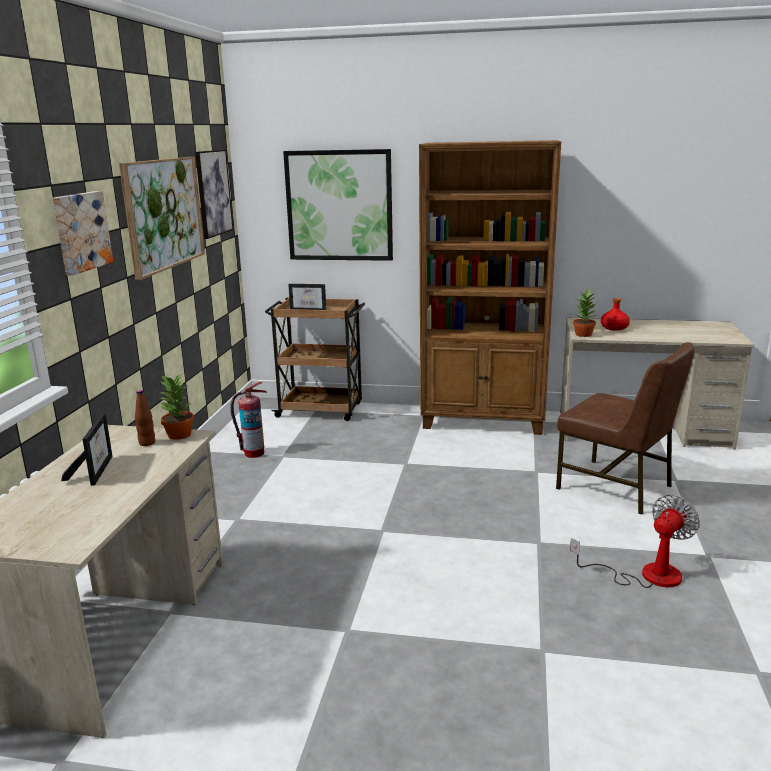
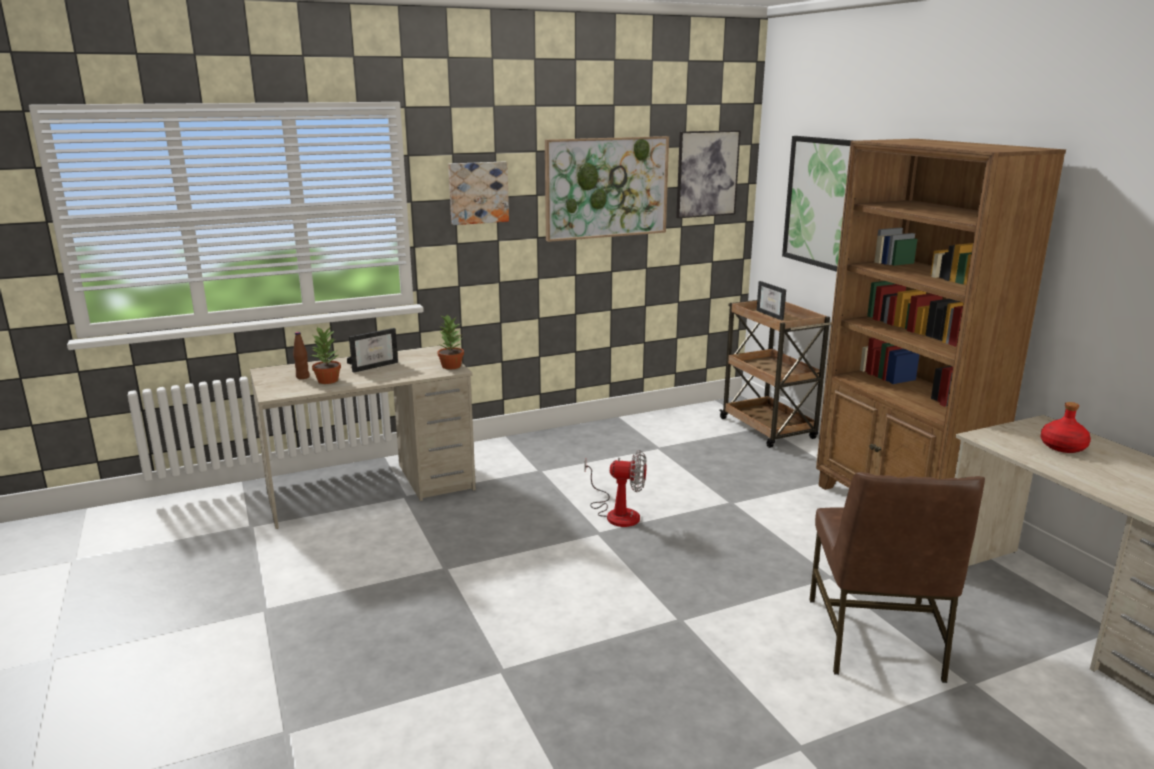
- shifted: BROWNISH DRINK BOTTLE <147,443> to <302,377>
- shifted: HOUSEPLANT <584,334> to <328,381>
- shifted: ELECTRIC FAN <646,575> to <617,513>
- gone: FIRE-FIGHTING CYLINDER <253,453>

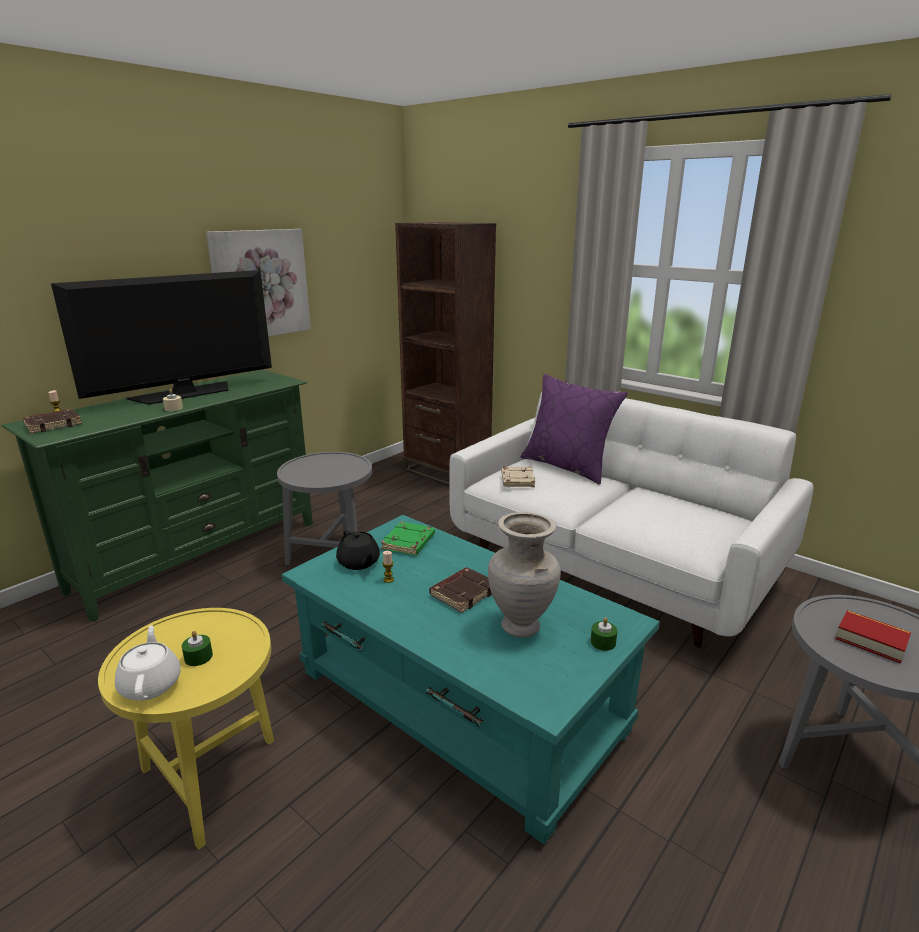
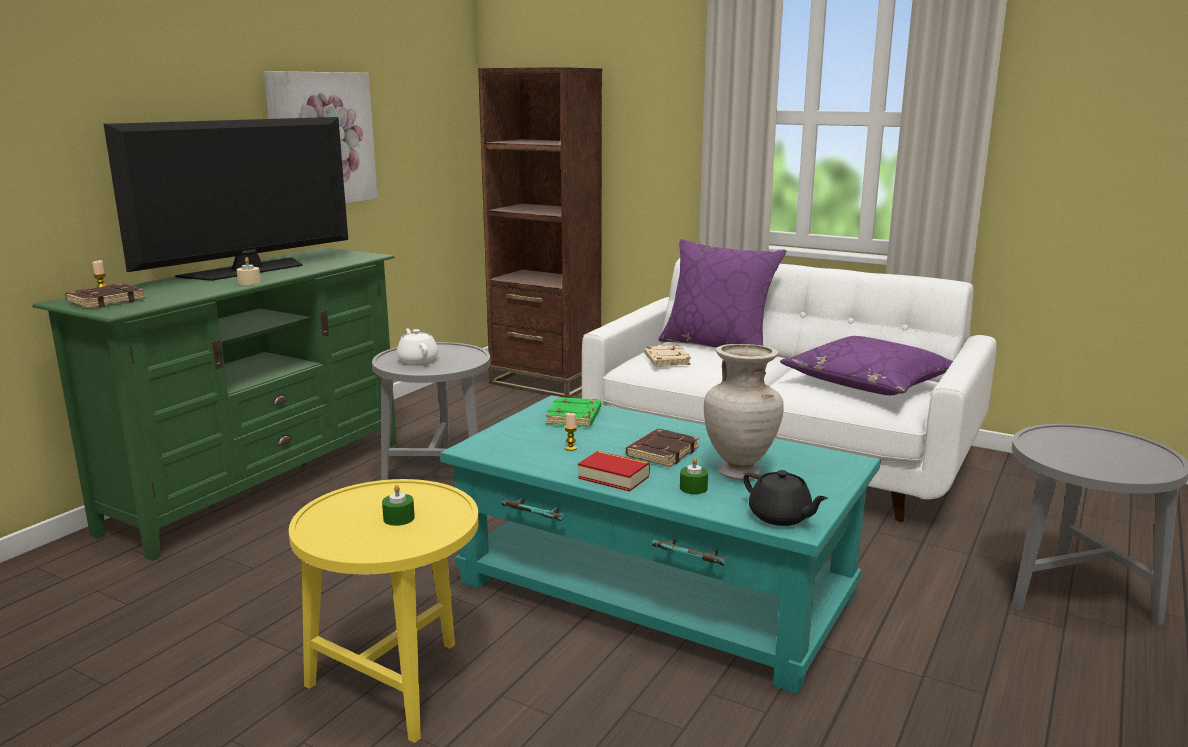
- shifted: WHITISH POT FOR TEA <151,684> to <418,360>
- shifted: VOLUME <871,641> to <613,477>
- shifted: GREEN WAX CANDLE <603,642> to <693,488>
- shifted: BLACKISH POT FOR TEA <358,563> to <780,517>
- new: PURPLE THROW PILLOW <869,382>

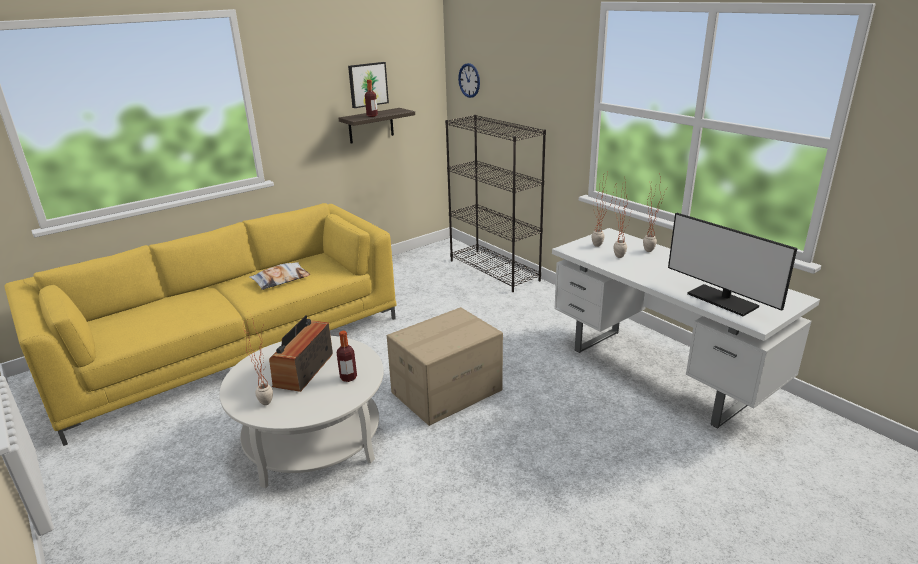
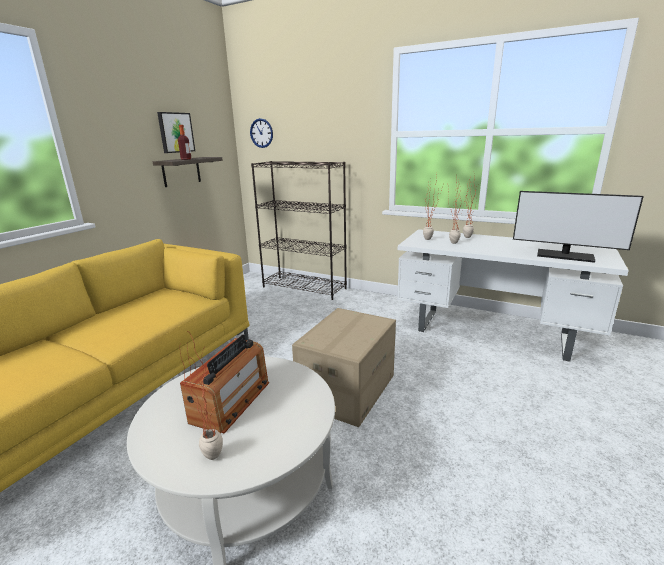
- rotated: RADIO SET <303,370> = <231,401> 150 degrees counterclockwise
- gone: THROW PILLOW <281,280>
- gone: DRINK BOTTLE <348,377>

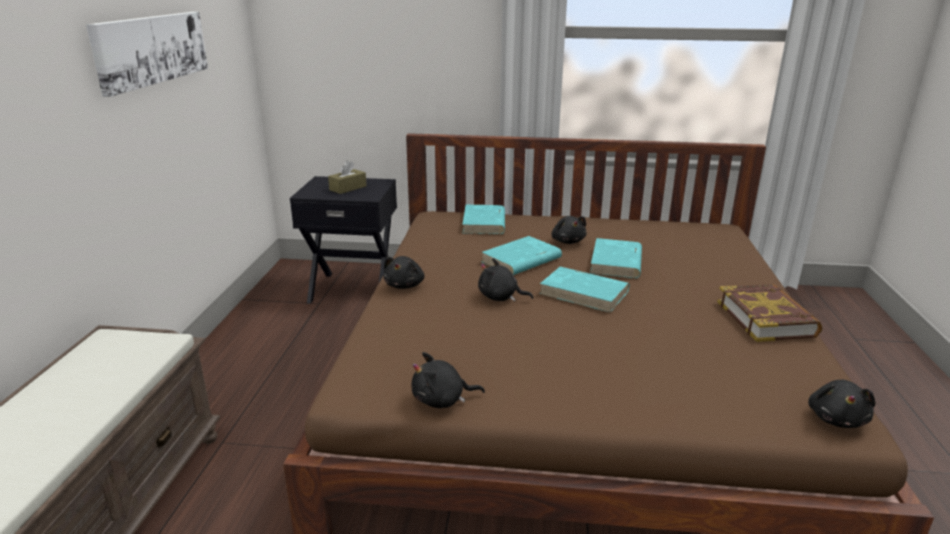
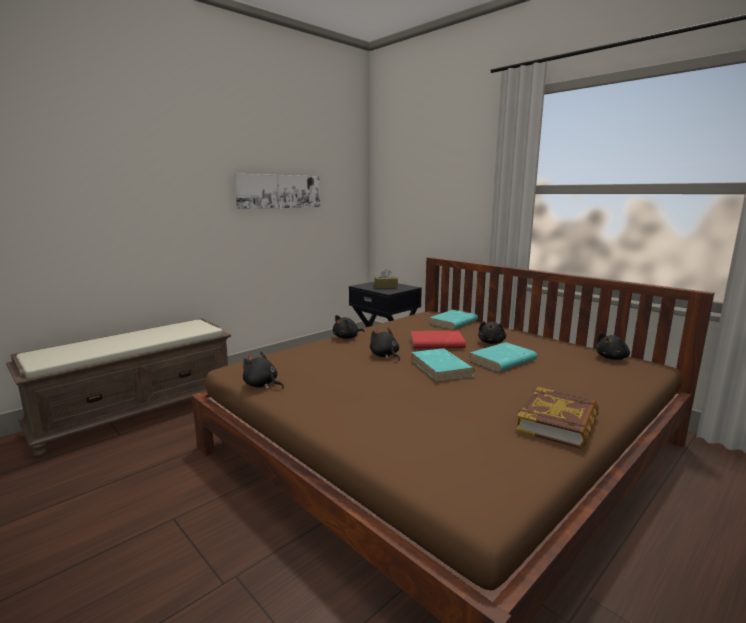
- repainted: TURQUOISE VOLUME <520,260> to REDDISH VOLUME <436,343>
- shifted: BLACKISH SOFT TOY <836,418> to <612,358>

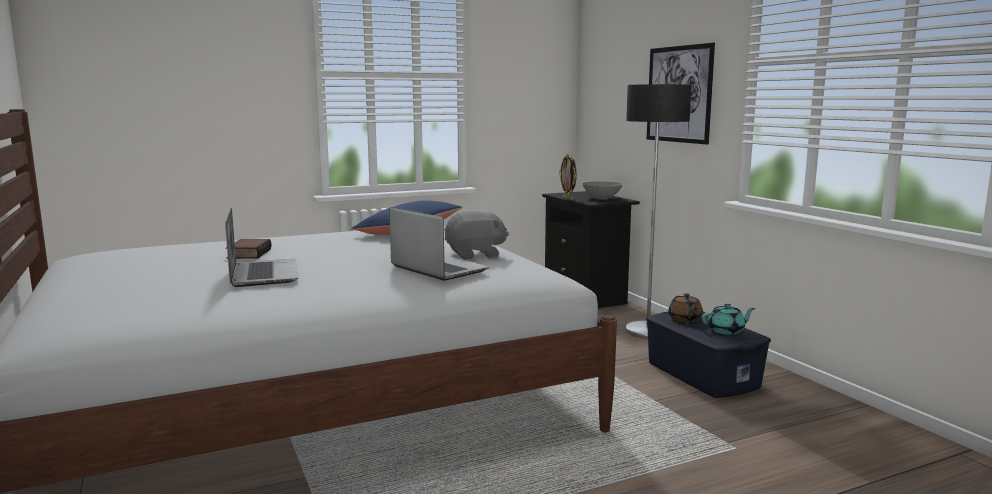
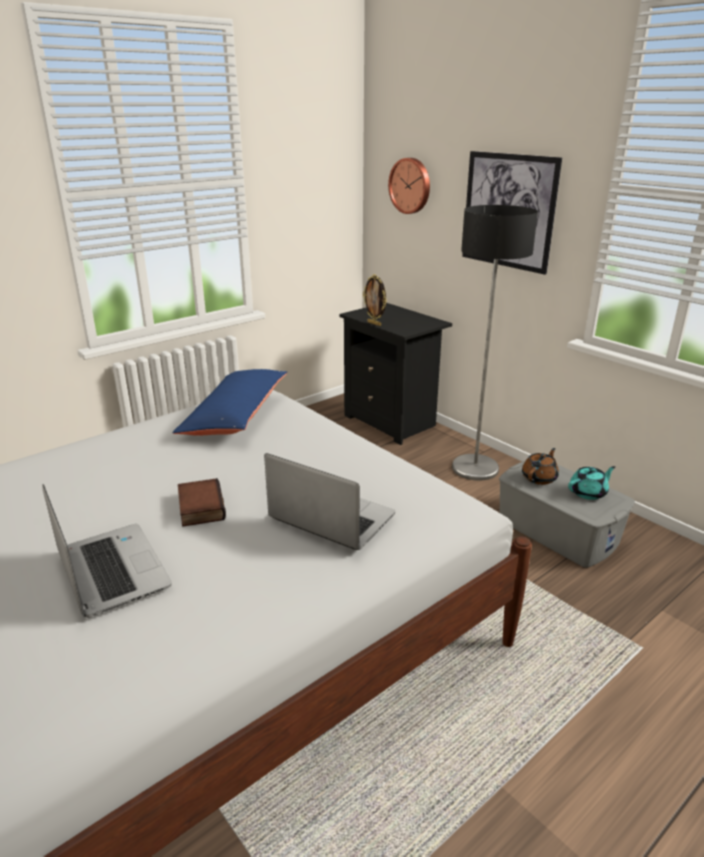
- shifted: VOLUME <248,253> to <199,507>
- new: CLOCK ON THE WALL <411,185>
- repainted: BLUISH STORAGE BOX <702,374> to GRAY STORAGE BOX <557,531>
- rotated: BROWNISH POT FOR TEA <685,319> = <539,478> 120 degrees counterclockwise
- gone: GRAY SOFT TOY <475,255>
- gone: GRAY DEEP DISH <601,198>

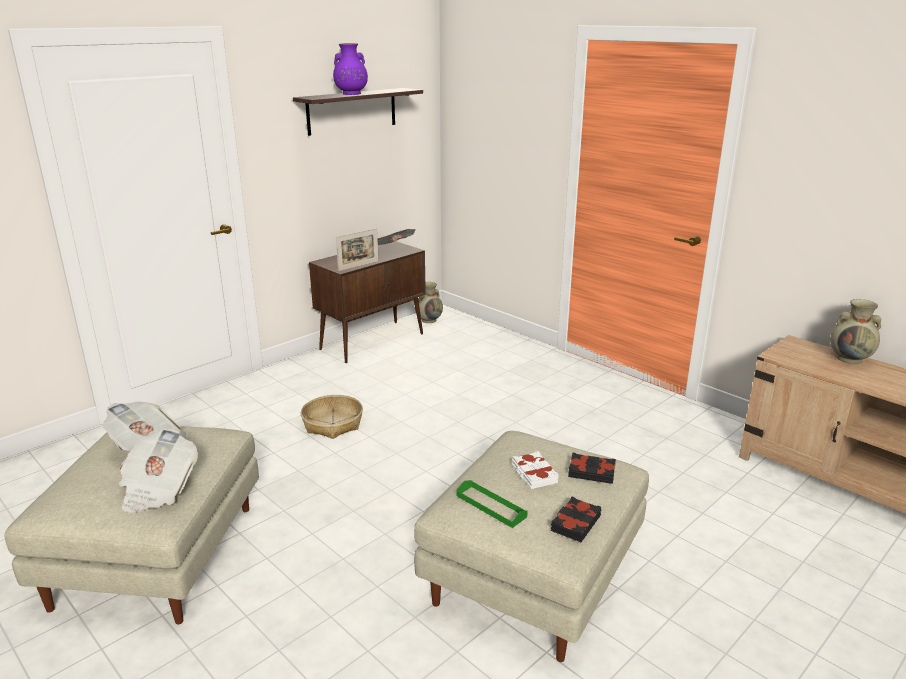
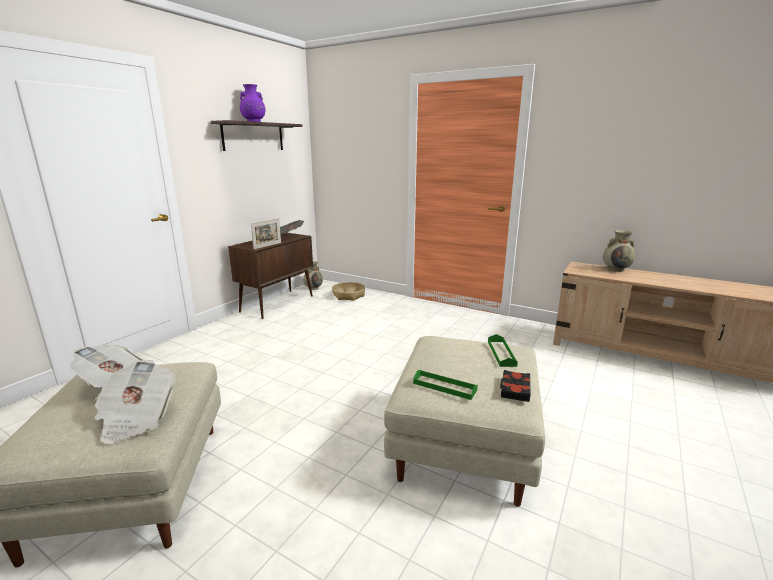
- shifted: STORAGE BASKET <333,424> to <349,295>
- swapped: BLACKISH VOLUME <591,472> to GREEN TRAY <501,353>
- gone: WHITISH VOLUME <533,474>

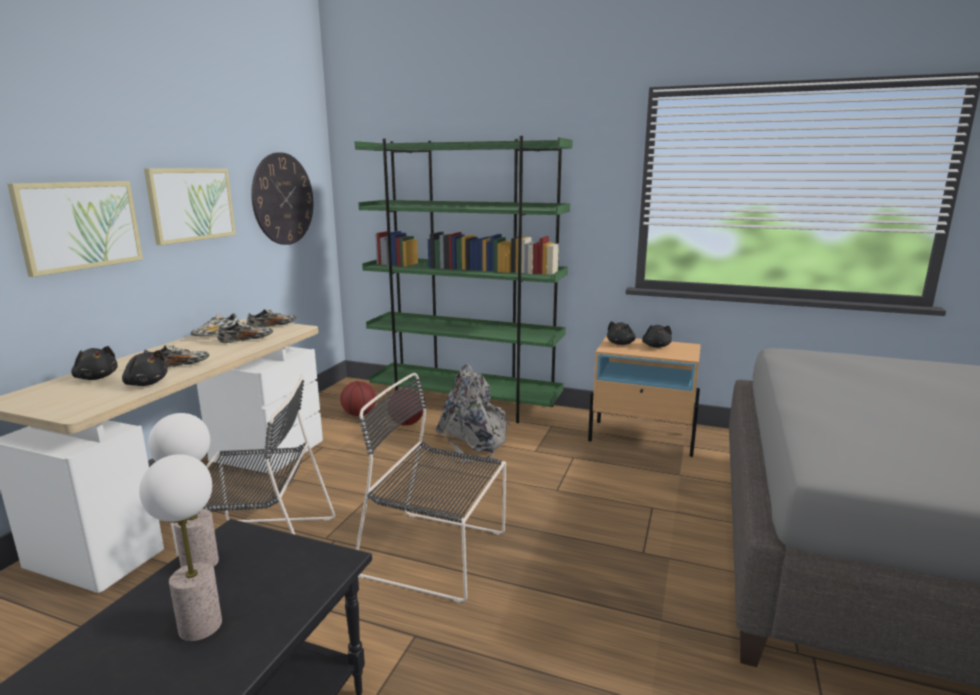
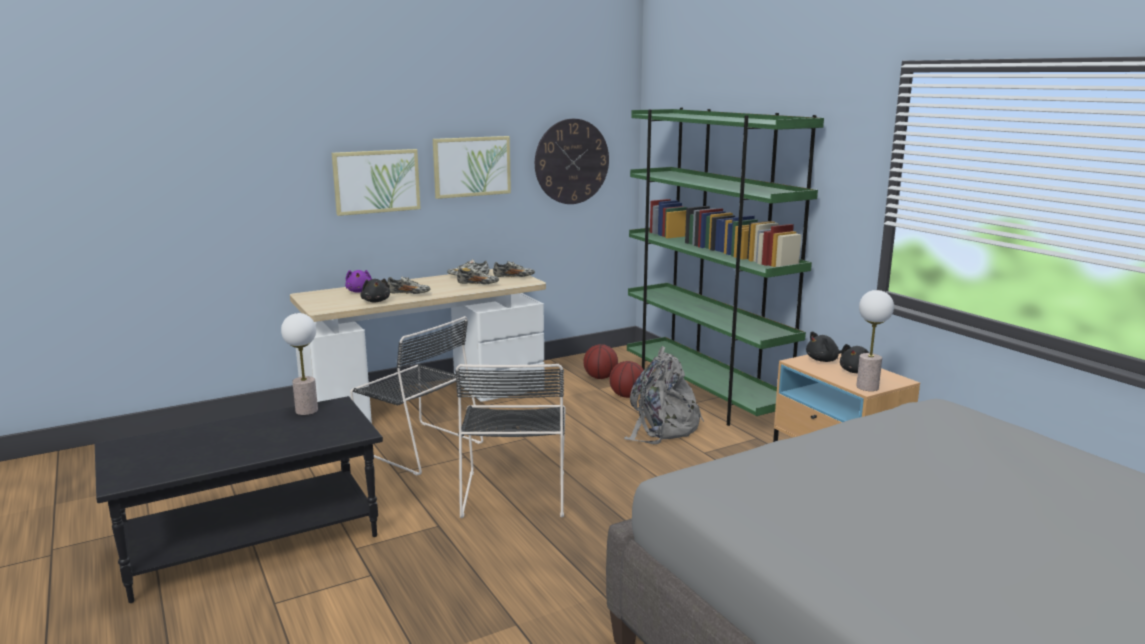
- repainted: BLACKISH SOFT TOY <96,378> to PURPLE SOFT TOY <360,291>
- rotated: BLACKISH UPRIGHT CHAIR <437,554> = <515,491> 150 degrees counterclockwise
- shifted: TABLETOP LAMP <200,626> to <867,387>

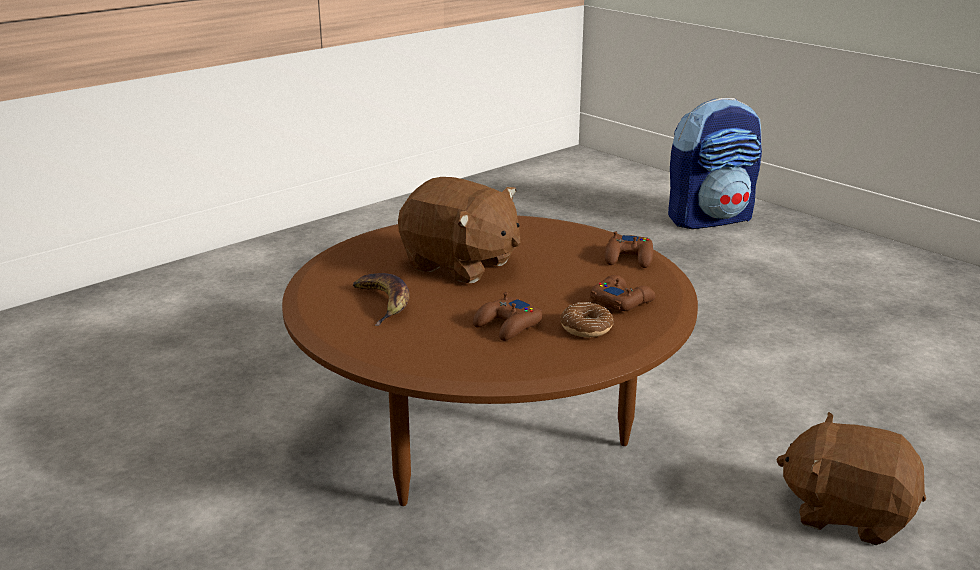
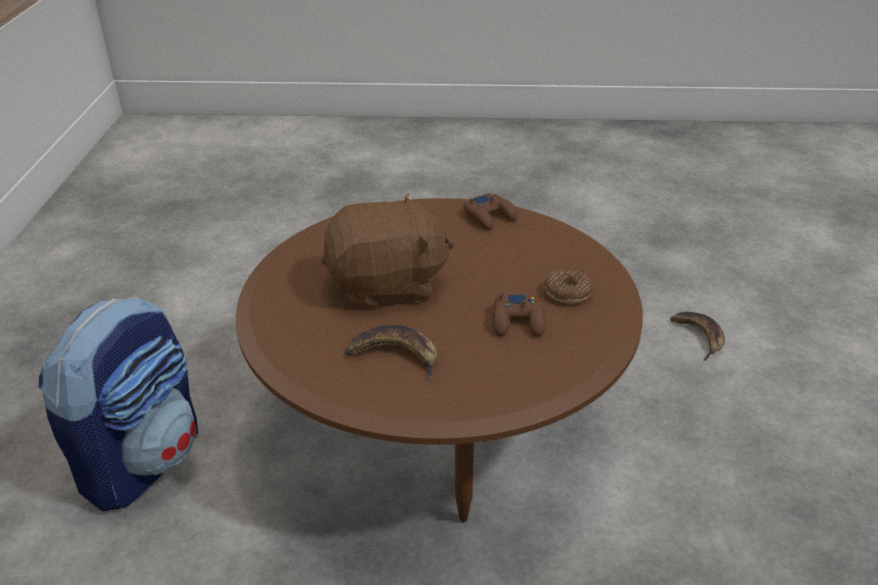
- shifted: KNAPSACK <710,219> to <142,461>
- swapped: BROWNISH SOFT TOY <846,512> to WHOLE BANANA <698,337>
- gone: BROWNISH GAMEPAD <621,301>

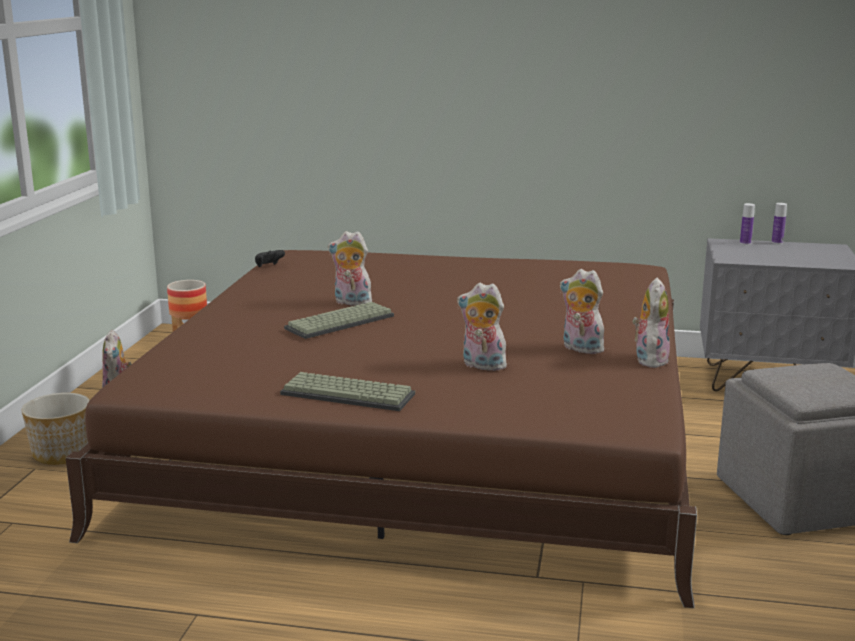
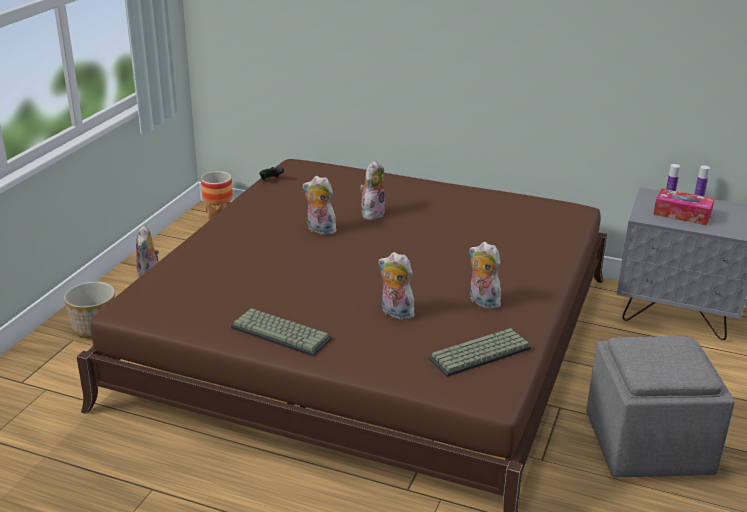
- shifted: SOFT TOY <649,359> to <372,213>
- shifted: PC KEYBOARD <340,323> to <479,354>
- new: BOX OF TISSUES <682,214>

